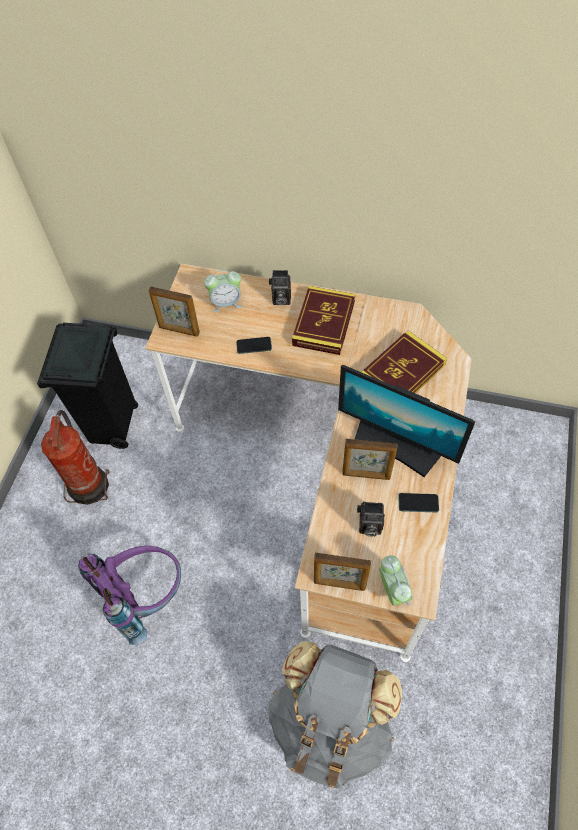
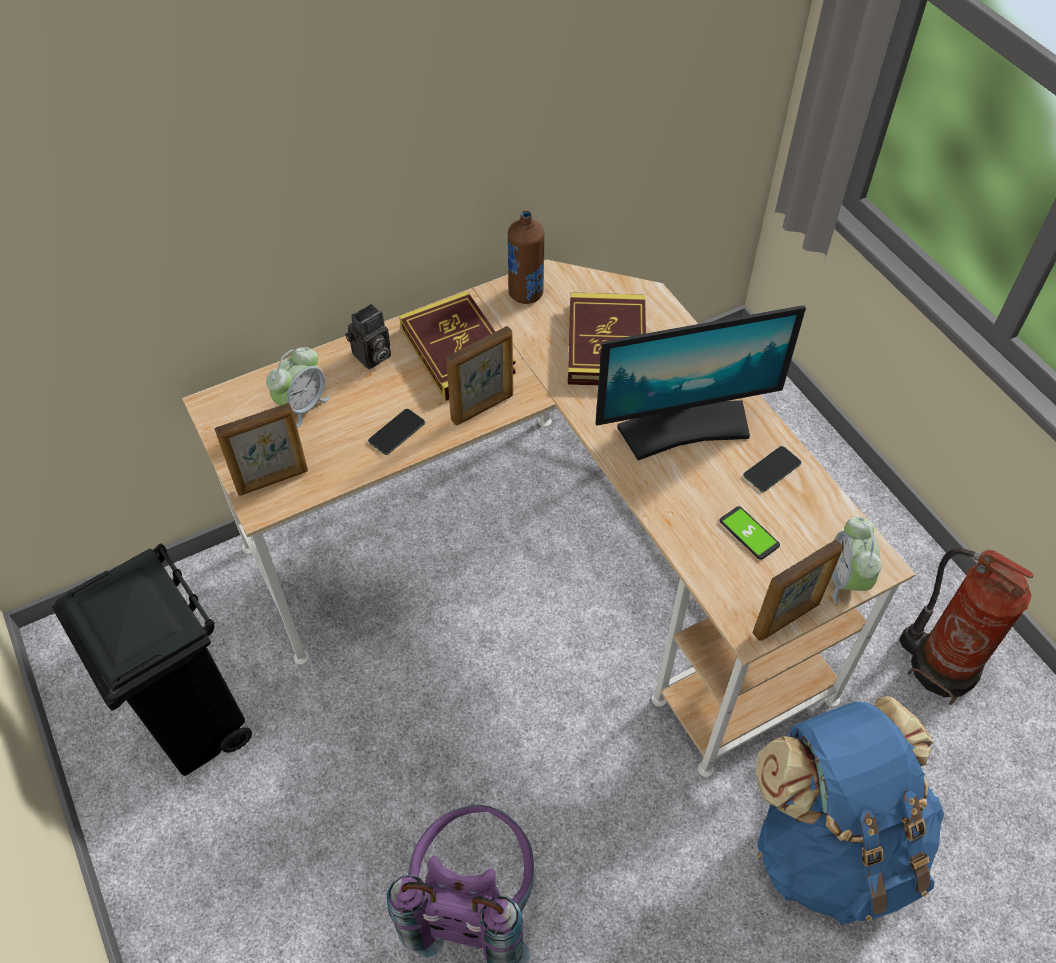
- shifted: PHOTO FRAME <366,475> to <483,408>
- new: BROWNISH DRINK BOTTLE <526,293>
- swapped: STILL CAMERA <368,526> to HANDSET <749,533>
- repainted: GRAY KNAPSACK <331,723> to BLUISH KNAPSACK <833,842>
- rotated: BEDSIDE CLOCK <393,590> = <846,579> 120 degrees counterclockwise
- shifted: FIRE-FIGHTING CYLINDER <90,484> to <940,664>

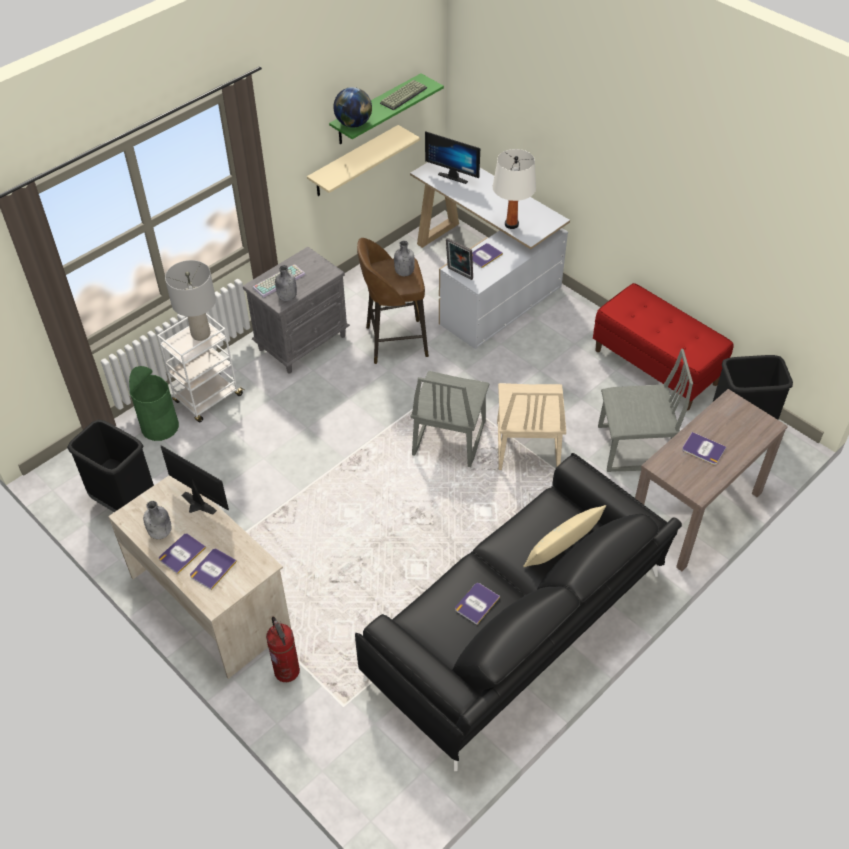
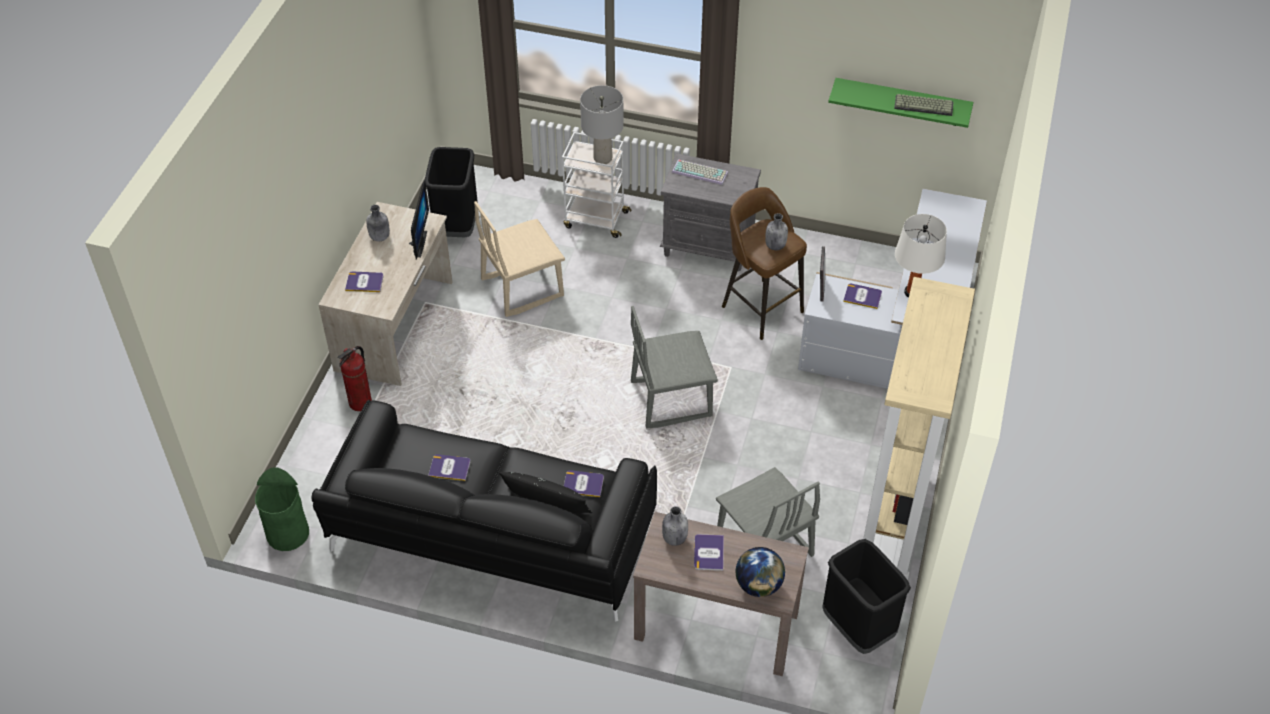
- shifted: GREEN RUBBISH BIN <160,426> to <287,533>
- shifted: SAND-COLOURED UPRIGHT CHAIR <526,446> to <522,287>
- repainted: SAND-COLOURED THROW PILLOW <562,547> to BLACKISH THROW PILLOW <546,503>
- shifted: VOLUME <182,553> to <583,484>
- shifted: GRAY DRINK BOTTLE <287,297> to <674,538>
- shifted: DESK GLOBE <353,124> to <758,585>
- swapped: REDDISH INDOOR BENCH <656,367> to SAND-COLOURED SHELVING UNIT <893,524>
- gone: SAND-COLOURED SHELF <354,162>
- gone: COMPUTER DISPLAY <454,176>

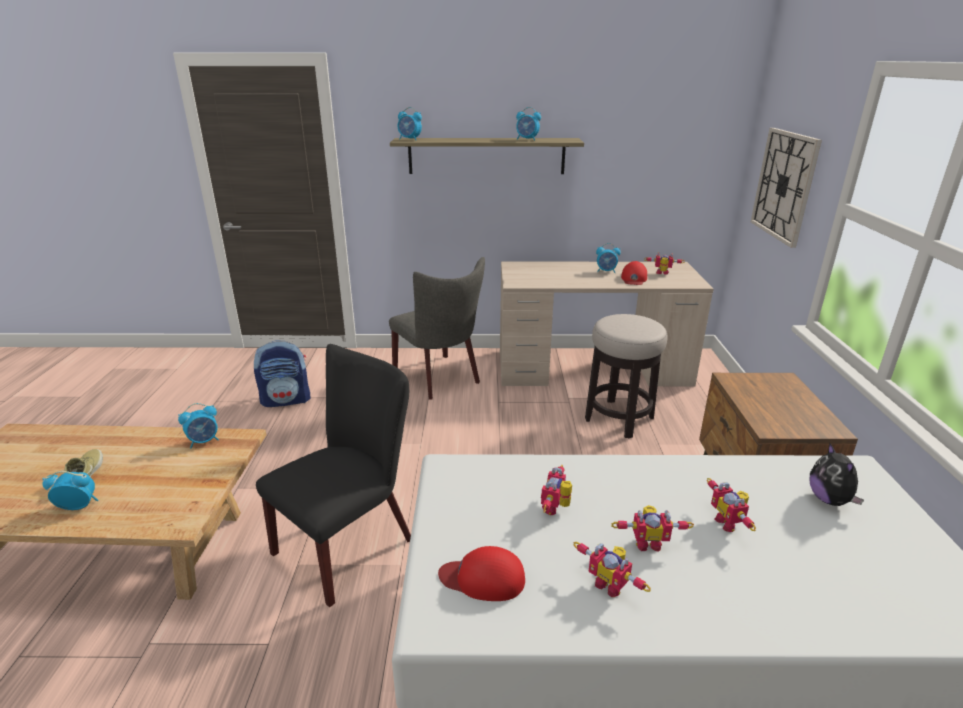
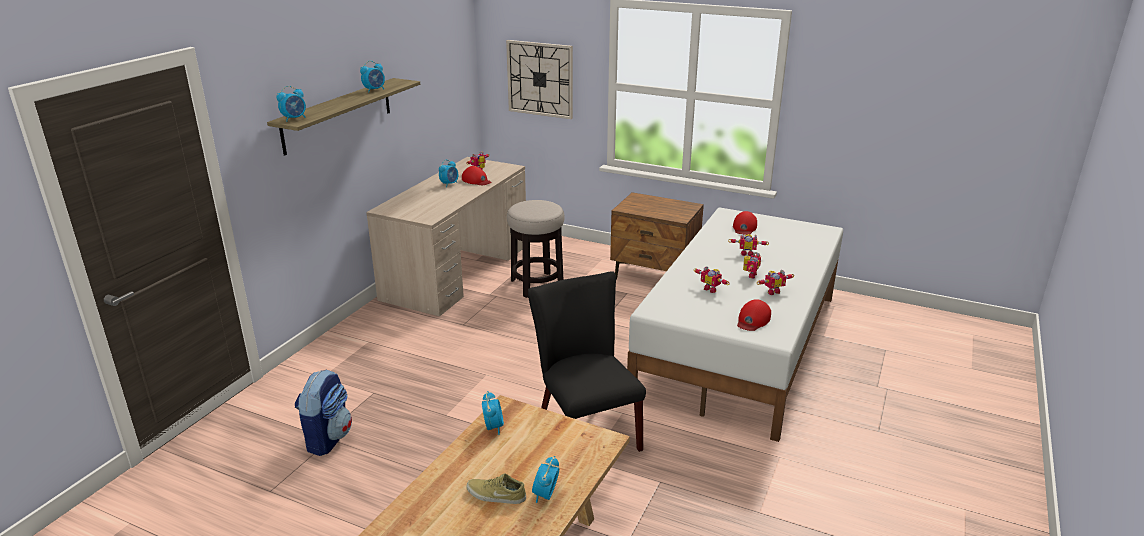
- swapped: SOFT TOY <829,500> to REDDISH BASEBALL CAP <744,227>
- gone: GRAY UPRIGHT CHAIR <440,379>

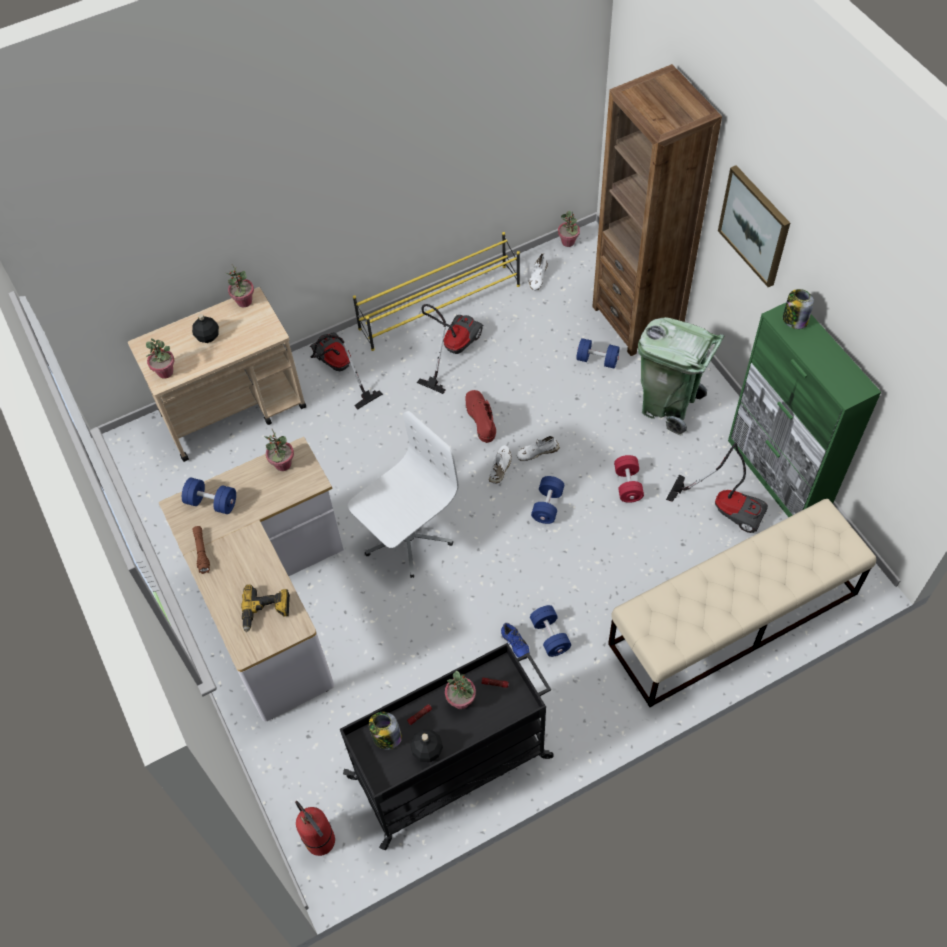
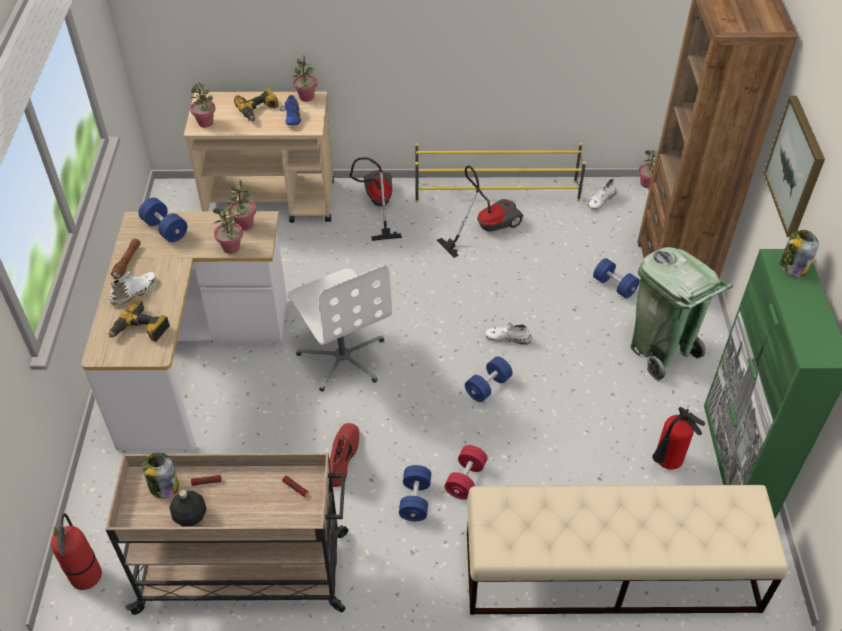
- repainted: BLACKISH WHEELED CART <453,766> to SAND-COLOURED WHEELED CART <246,572>
- shifted: WHITISH ITEM OF FOOTWEAR <500,467> to <135,292>
- shifted: HOUSEPLANT <461,700> to <231,248>
- swapped: BLACKISH DRINK BOTTLE <208,336> to POWER DRILL <258,110>
- shifted: BLUISH ITEM OF FOOTWEAR <514,645> to <291,118>
- rotated: WHITISH COMPUTER CHAIR <407,537> = <343,357> 75 degrees clockwise
- shifted: REDDISH HIGH-TOP BOOT <480,418> to <343,456>
- shifted: REDDISH FREE WEIGHT <628,485> to <465,479>
- swapped: HOOVER <726,506> to FIRE-FIGHTING CYLINDER <666,464>

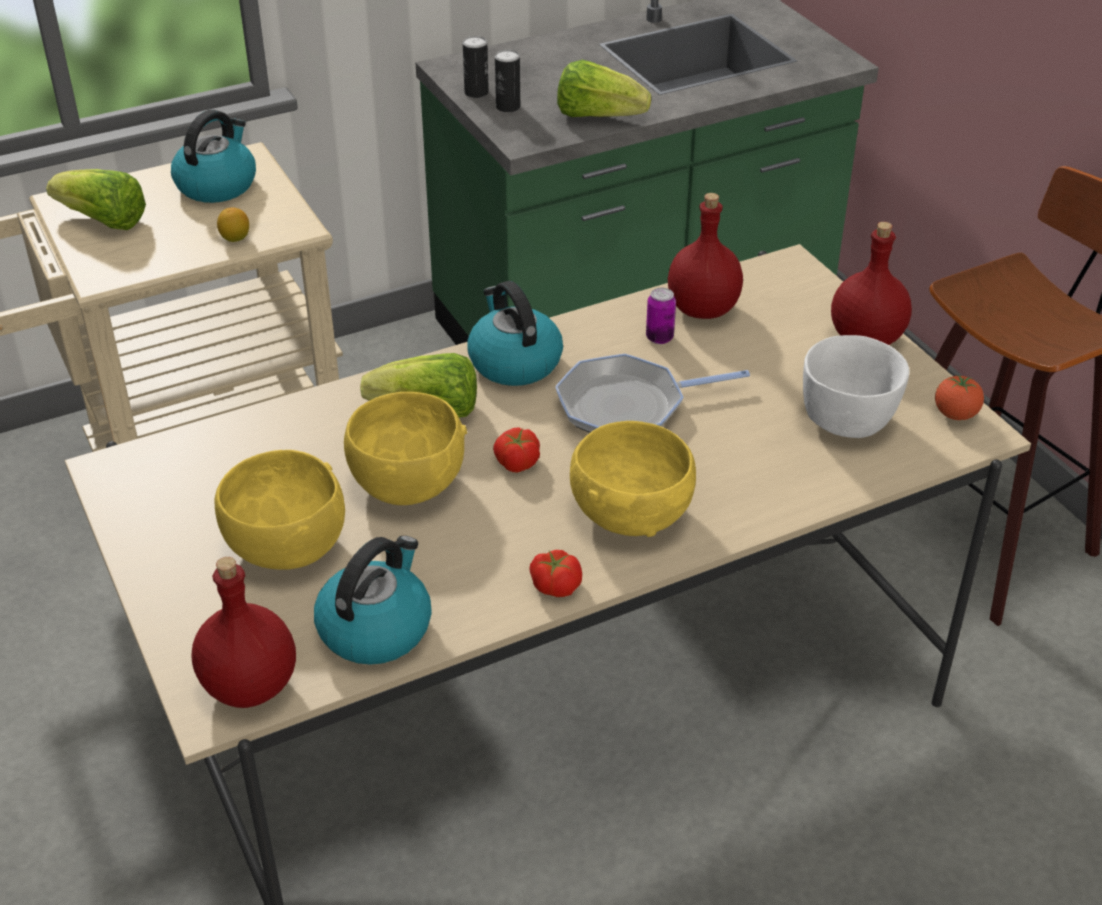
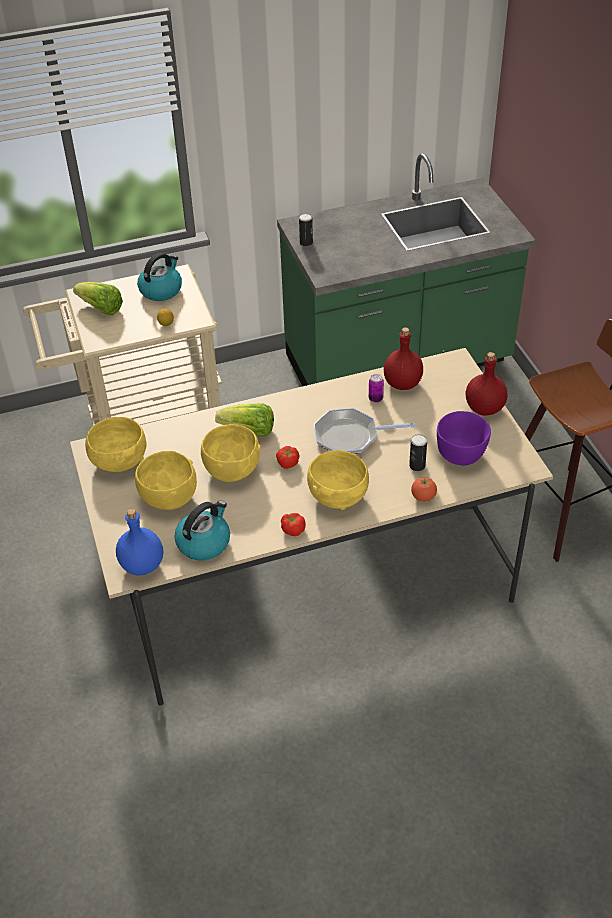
- new: YELLOWISH DEEP DISH <118,461>
- repainted: REDDISH DRINK BOTTLE <249,685> to BLUISH DRINK BOTTLE <142,564>
- shifted: METAL CAN <508,107> to <417,465>
- shifted: FRESH TOMATO <955,414> to <423,497>
- repainted: WHITISH DEEP DISH <848,421> to PURPLE DEEP DISH <461,455>
- gone: KETTLE <513,362>
- gone: LETTUCE <598,116>

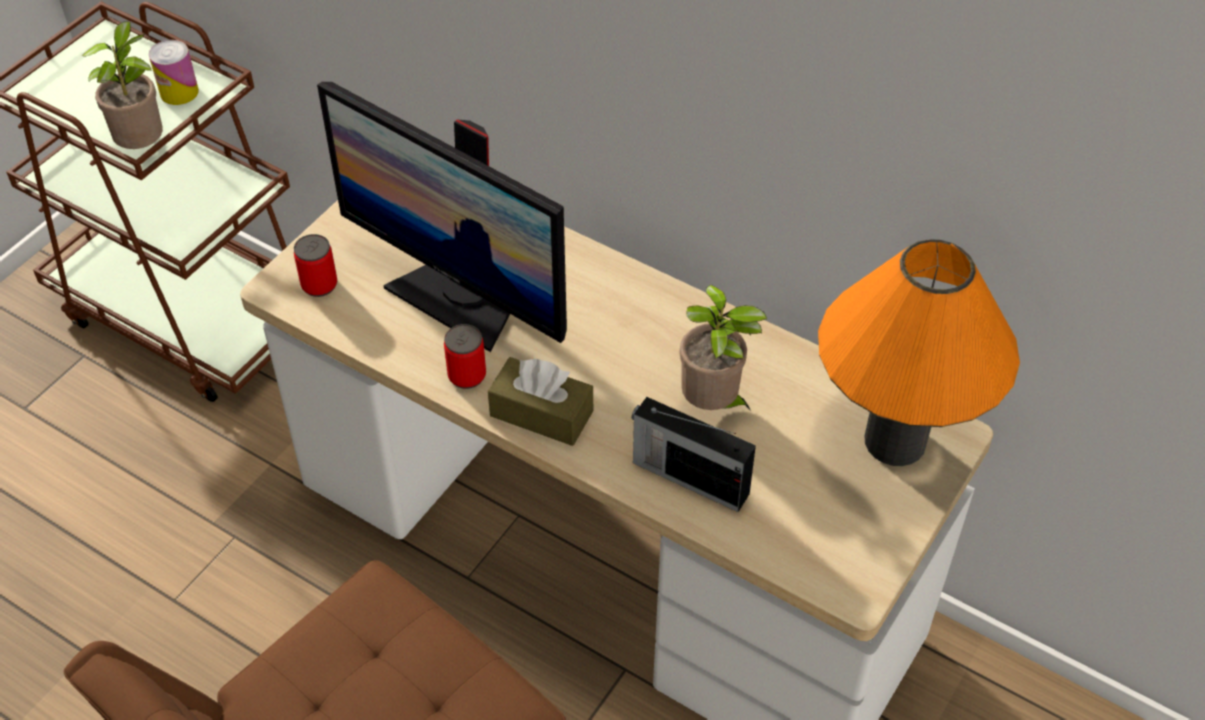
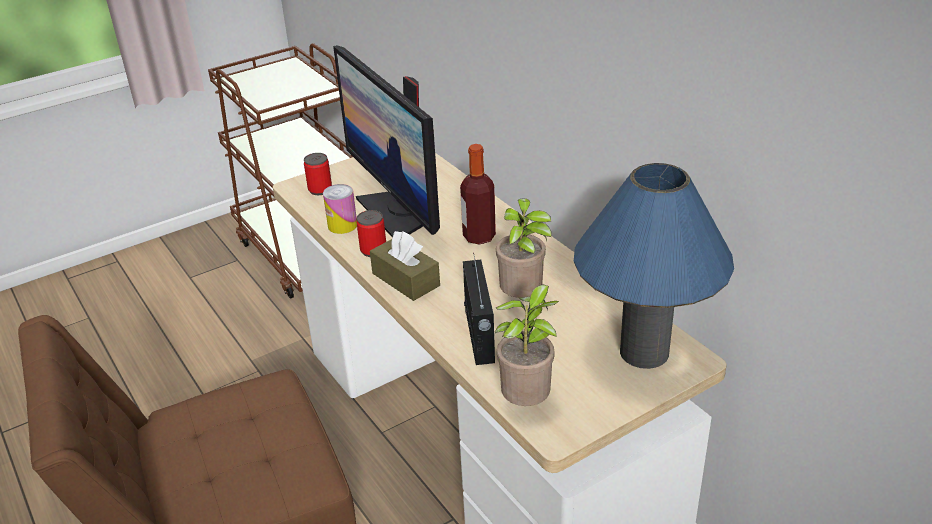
- shifted: METAL CAN <179,92> to <342,225>
- new: DRINK BOTTLE <479,237>
- rotated: RADIO SET <688,477> = <479,336> 150 degrees counterclockwise
- shifted: HOUSEPLANT <144,146> to <528,403>
- repainted: ORANGE TABLETOP LAMP <895,441> to BLUISH TABLETOP LAMP <644,352>

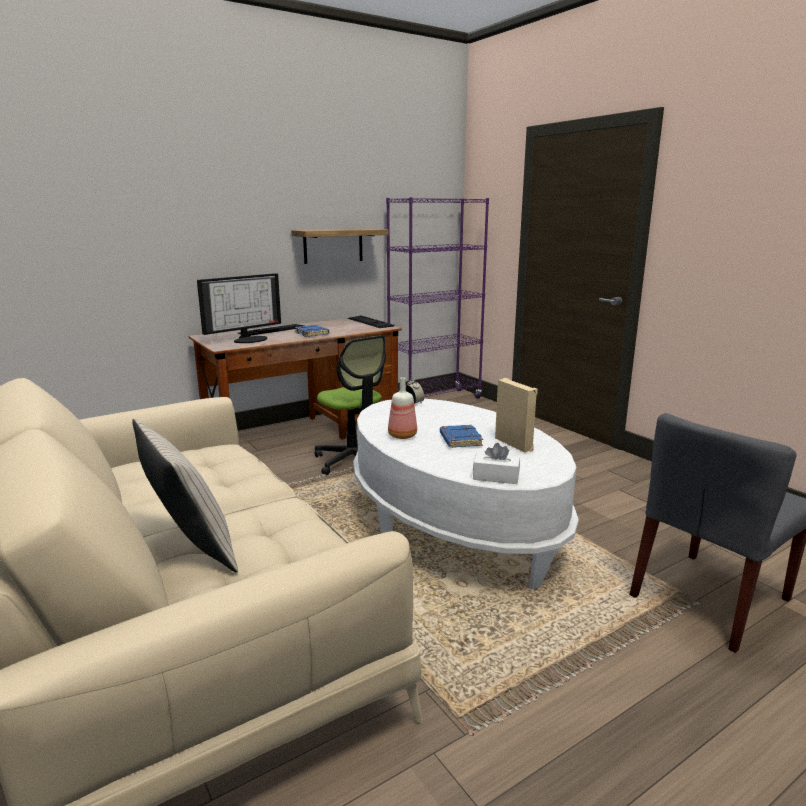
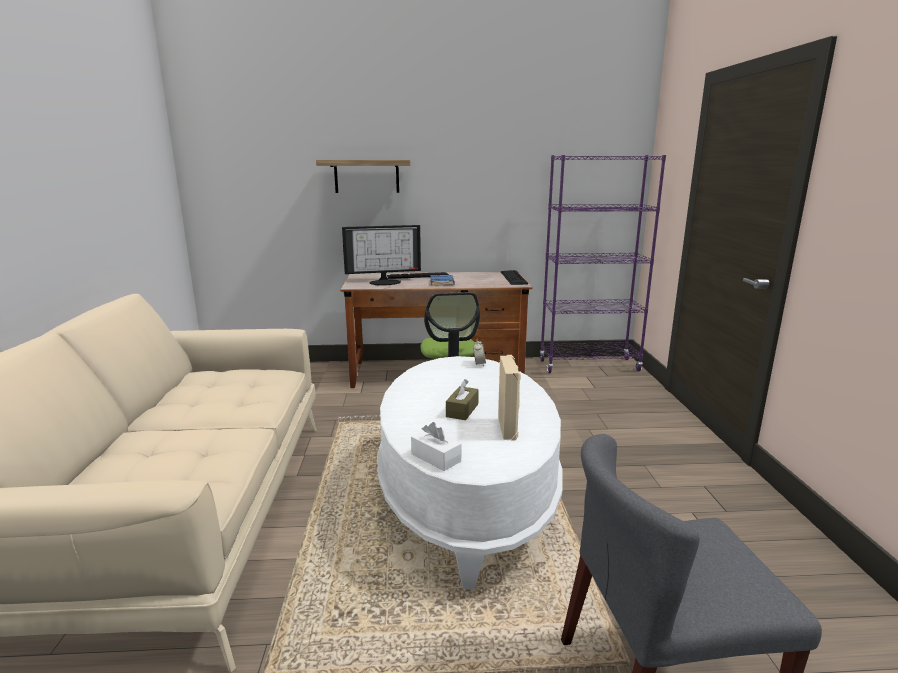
- shifted: SHELF <333,245> to <366,176>
- swapped: BLUISH VOLUME <459,440> to BROWNISH BOX OF TISSUES <462,410>
- gone: SAND-COLOURED THROW PILLOW <190,549>
- gone: DRINK BOTTLE <401,435>

